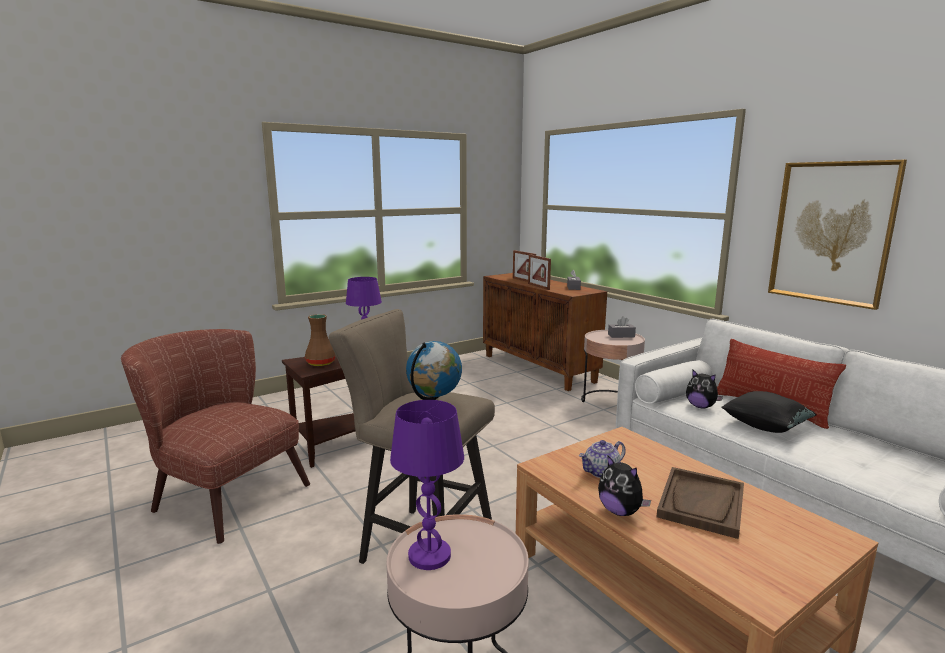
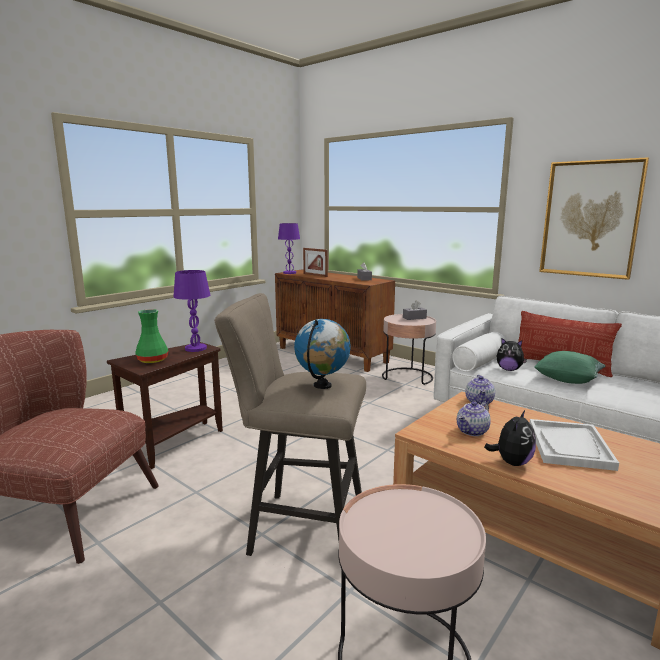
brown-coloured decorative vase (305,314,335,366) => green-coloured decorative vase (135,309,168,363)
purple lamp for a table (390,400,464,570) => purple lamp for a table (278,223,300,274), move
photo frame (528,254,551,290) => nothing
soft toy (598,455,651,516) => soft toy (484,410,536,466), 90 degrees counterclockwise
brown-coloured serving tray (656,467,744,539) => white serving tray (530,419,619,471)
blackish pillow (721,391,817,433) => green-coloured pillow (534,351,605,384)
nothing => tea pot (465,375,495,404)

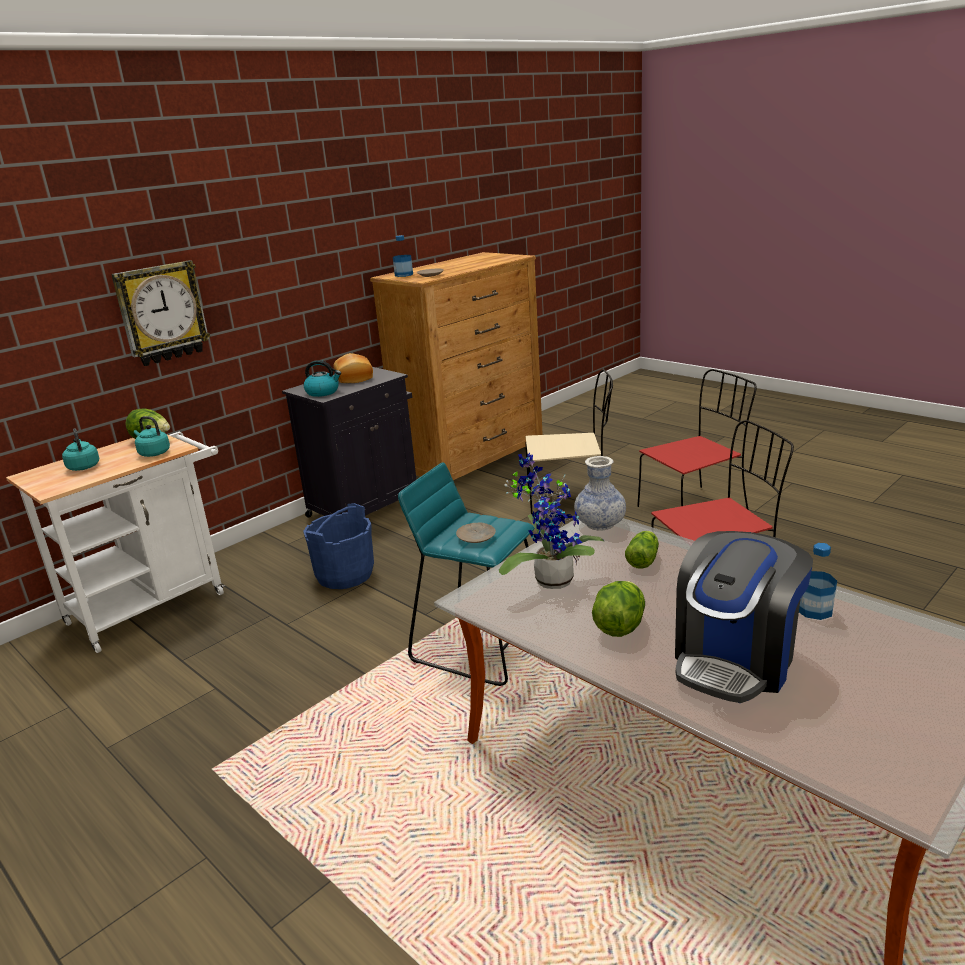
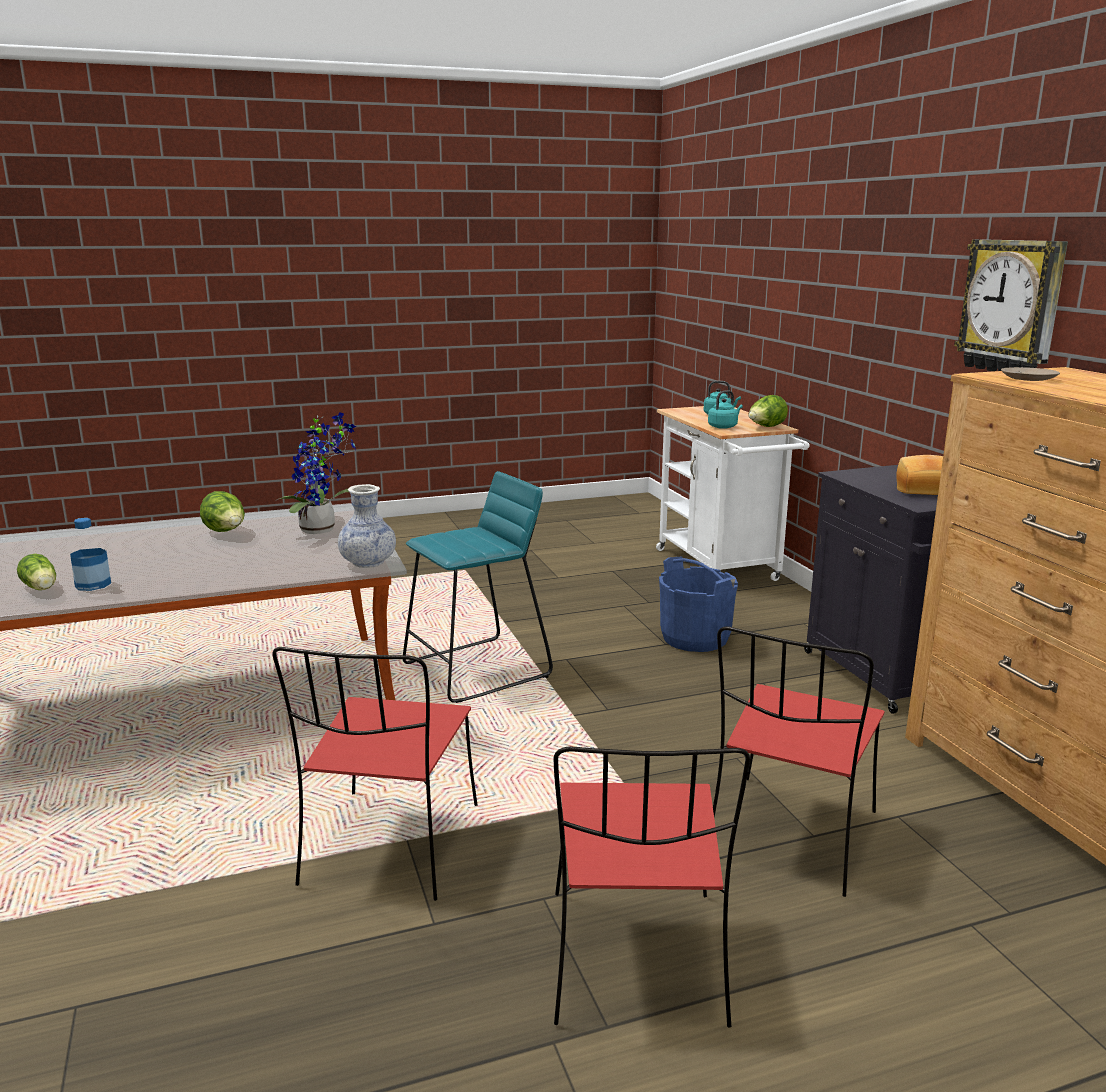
wall clock (111,260,210,366) => wall clock (954,239,1068,371), move
tea kettle (304,360,341,397) => nothing
bottle (393,235,413,277) => nothing
sand-coloured plate (456,523,496,543) => nothing
sand-coloured chair (525,370,613,514) => reddish chair (713,626,884,897)
lettuce head (625,531,659,569) => lettuce head (17,554,56,590), move
coffee maker (675,531,813,703) => nothing

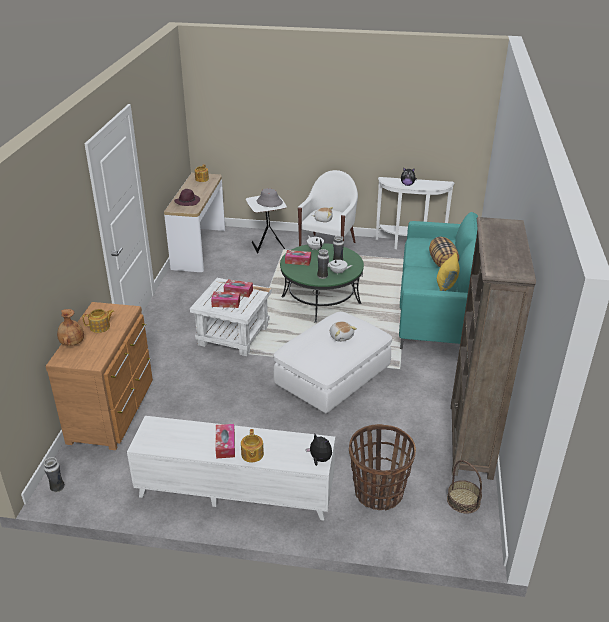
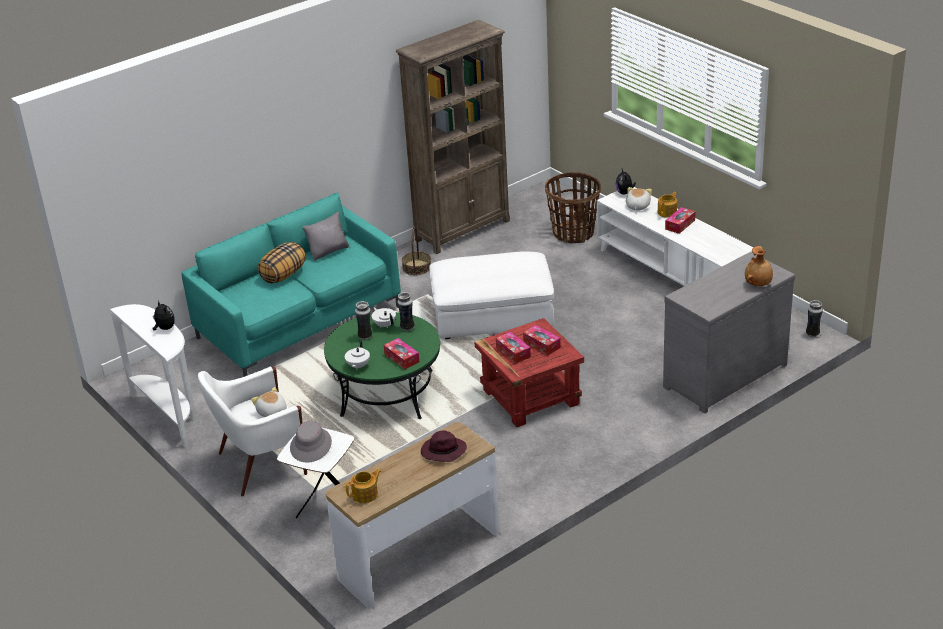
brown-coloured drawer chest (45,302,153,450) => gray drawer chest (663,252,795,414)
tea pot (83,309,114,333) => nothing
white side table (190,278,272,356) => reddish side table (474,318,584,427)
soft toy (330,321,357,342) => soft toy (626,187,652,210), move
yellow-coloured pillow (437,252,460,291) => gray pillow (303,211,349,261)
storage basket (447,460,482,514) => storage basket (402,226,431,275), move

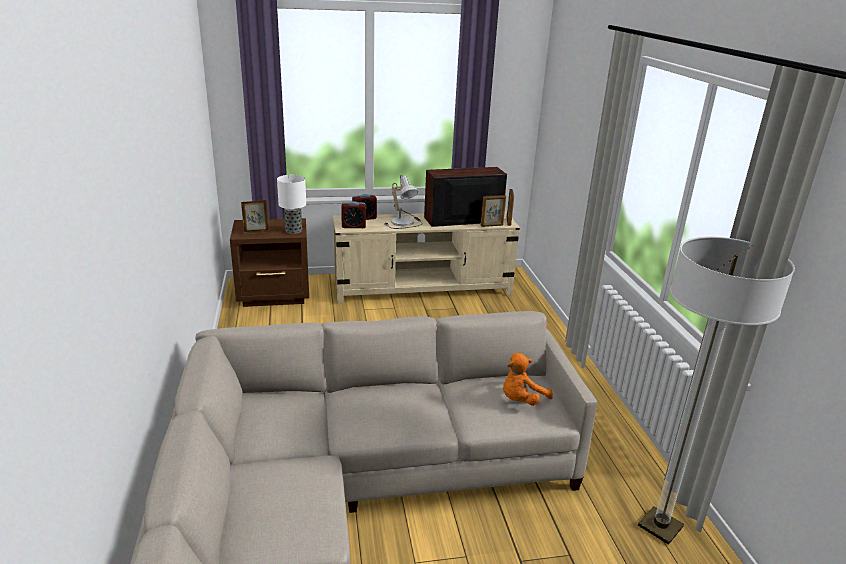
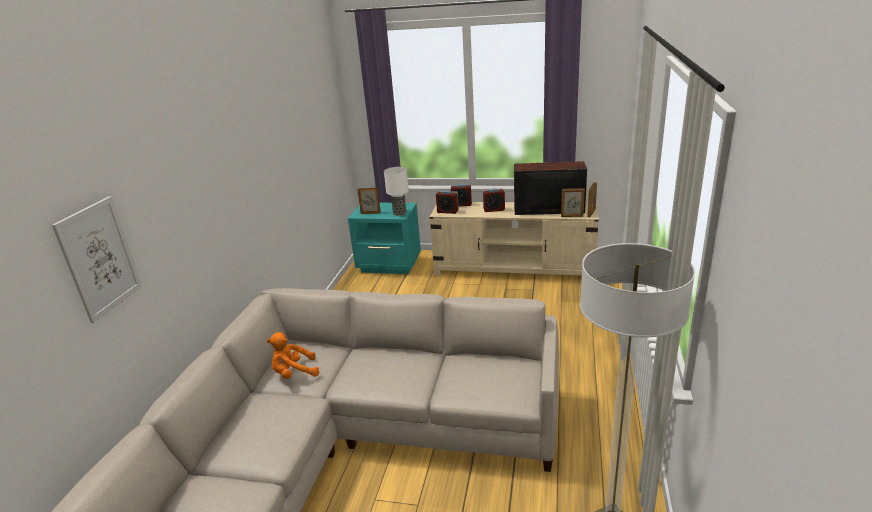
brown-coloured night table (230,218,309,307) => turquoise-coloured night table (348,203,421,274)
lamp for a table (384,175,423,229) => bedside clock (483,188,505,212)
orange soft toy (503,353,553,406) => orange soft toy (266,332,319,379), move
nothing => picture (52,196,142,323)

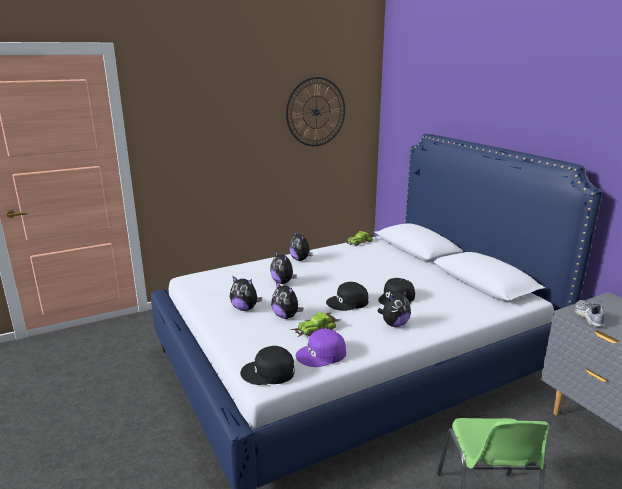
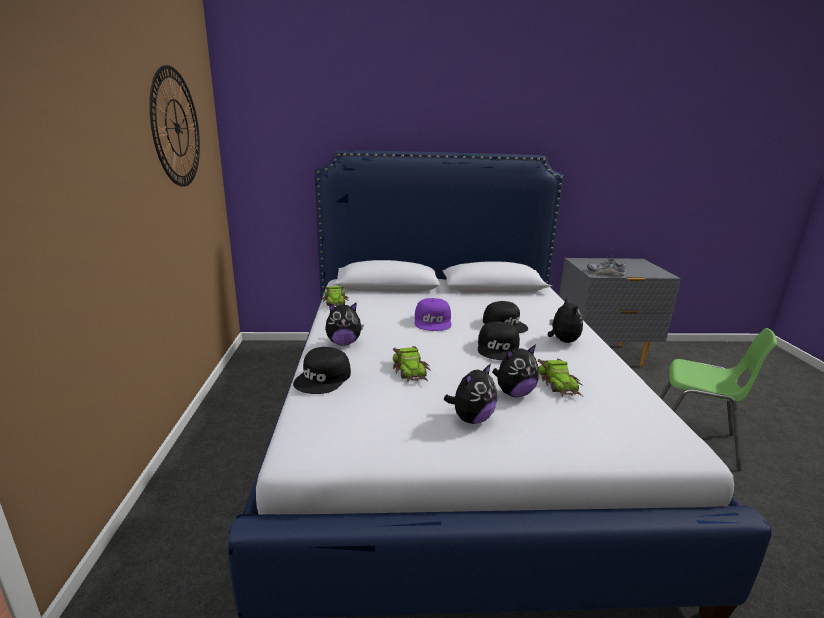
blackish baseball cap (240,346,294,385) => blackish baseball cap (293,347,351,394), move
soft toy (270,251,297,284) => model car (393,346,431,382)
purple baseball cap (296,329,346,367) => purple baseball cap (415,298,451,331), move

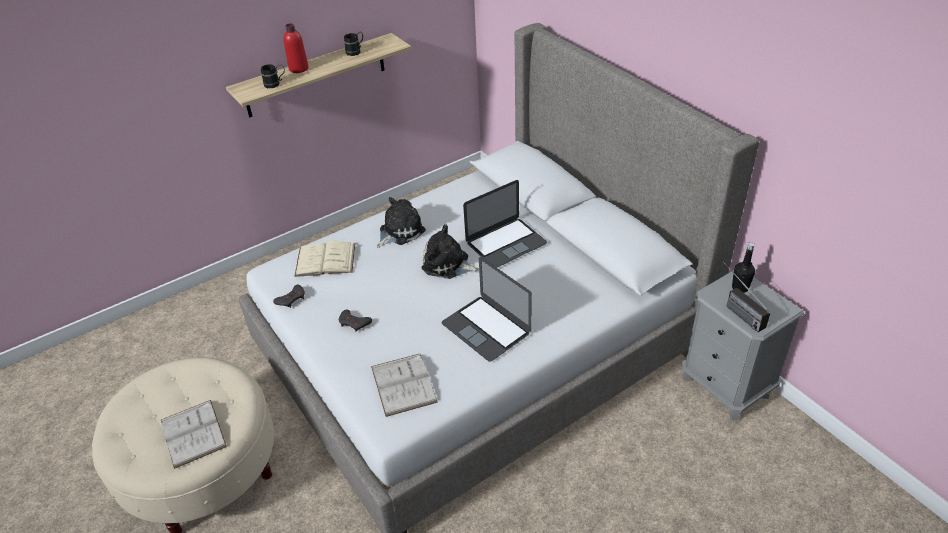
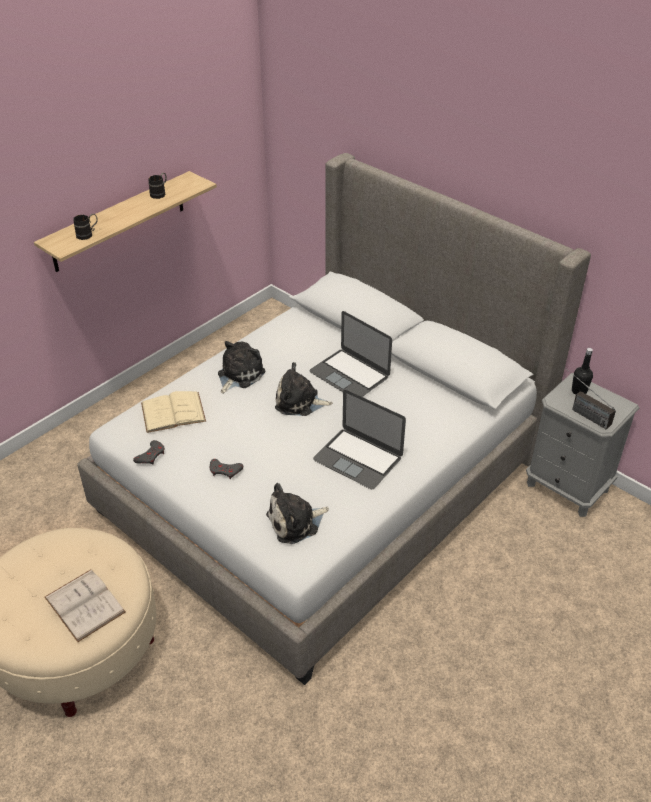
reddish bottle (283,23,309,73) => nothing
white volume (371,354,438,417) => soft toy (266,483,329,544)
notebook computer (463,180,547,268) => notebook computer (309,311,392,397), 90 degrees clockwise

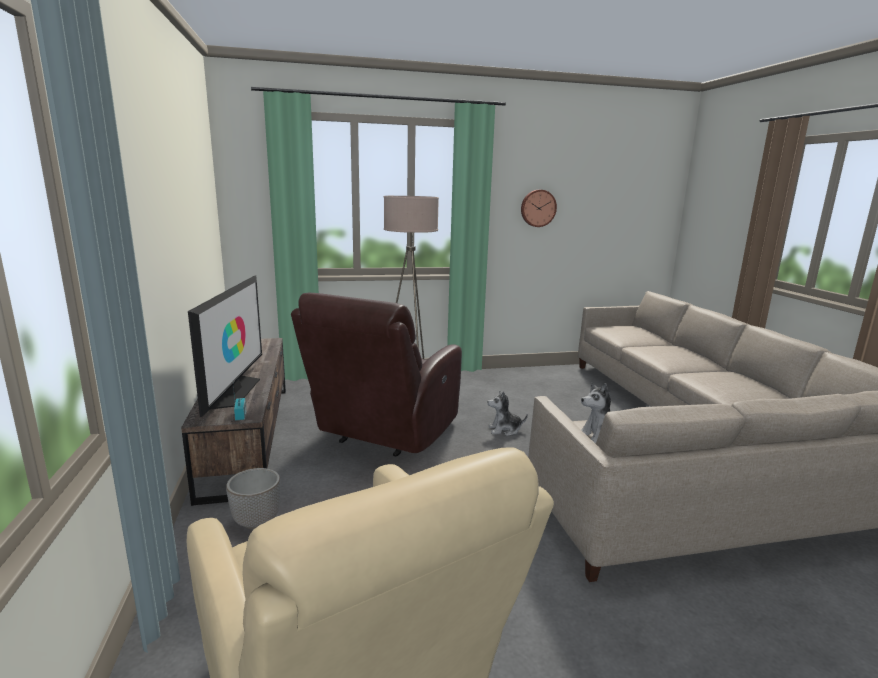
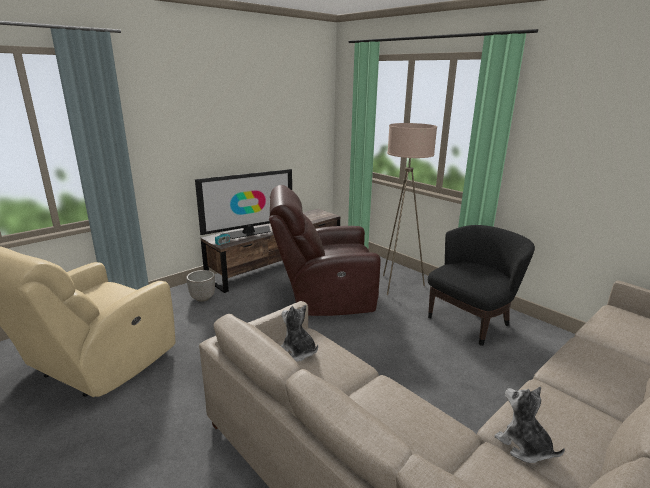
soft toy (488,391,528,436) => soft toy (495,387,565,463), move
wall clock (521,190,557,227) => nothing
nothing => blackish armchair (428,225,535,346)

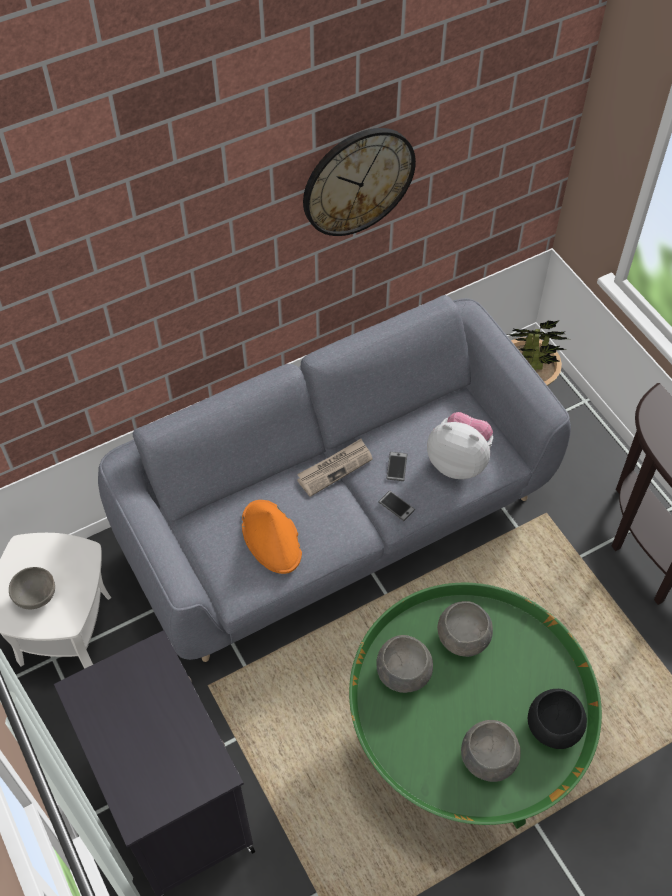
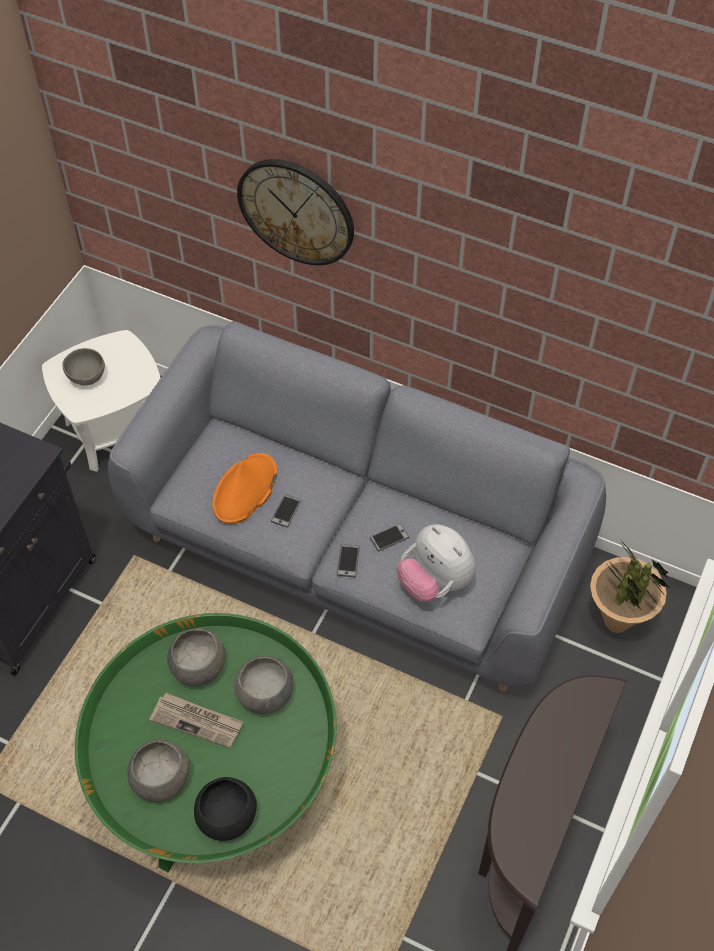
daily paper (297,439,373,497) => daily paper (149,693,243,748), move
wall clock (303,128,416,236) => wall clock (237,159,354,265), move
soft toy (427,412,493,479) => soft toy (397,524,476,602), 150 degrees clockwise
nothing => handset (271,494,301,528)

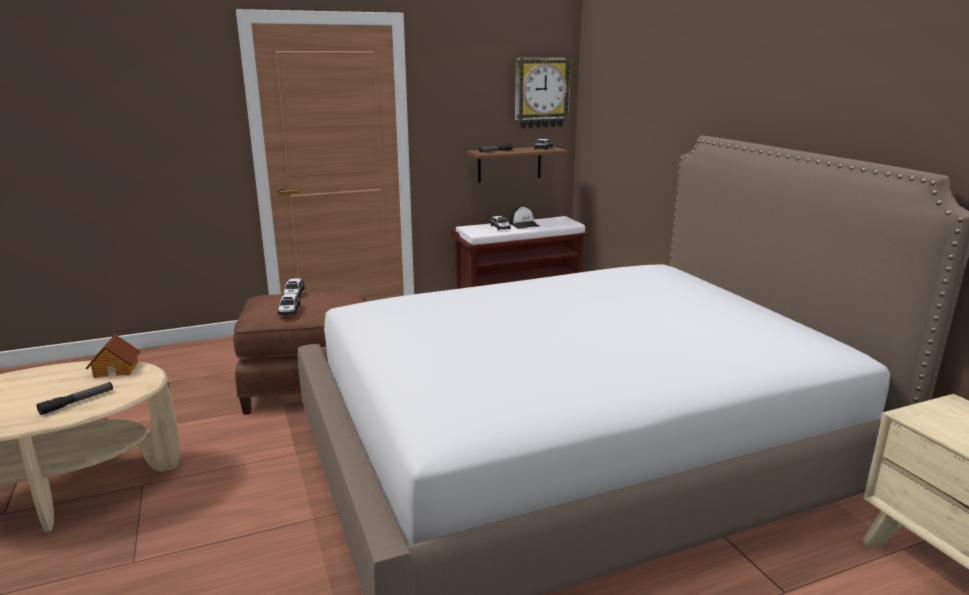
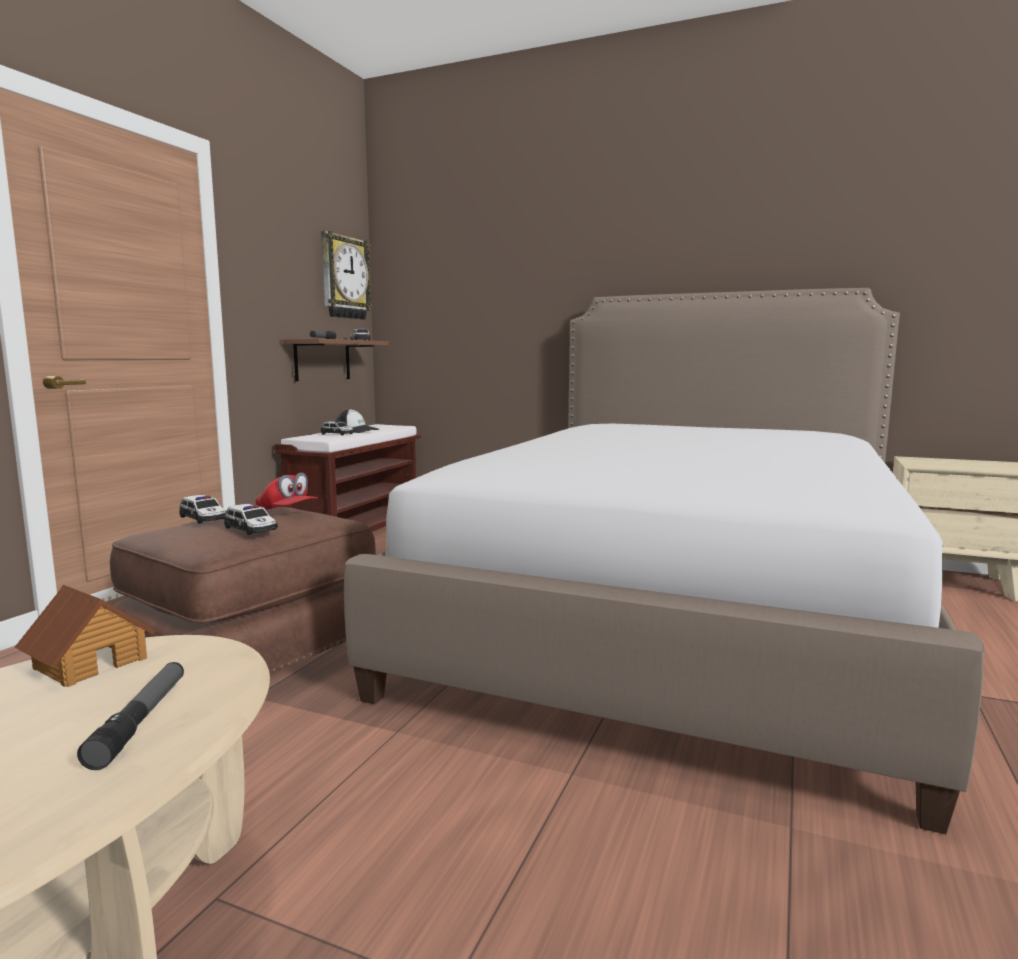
nothing => reddish baseball cap (255,472,318,510)

